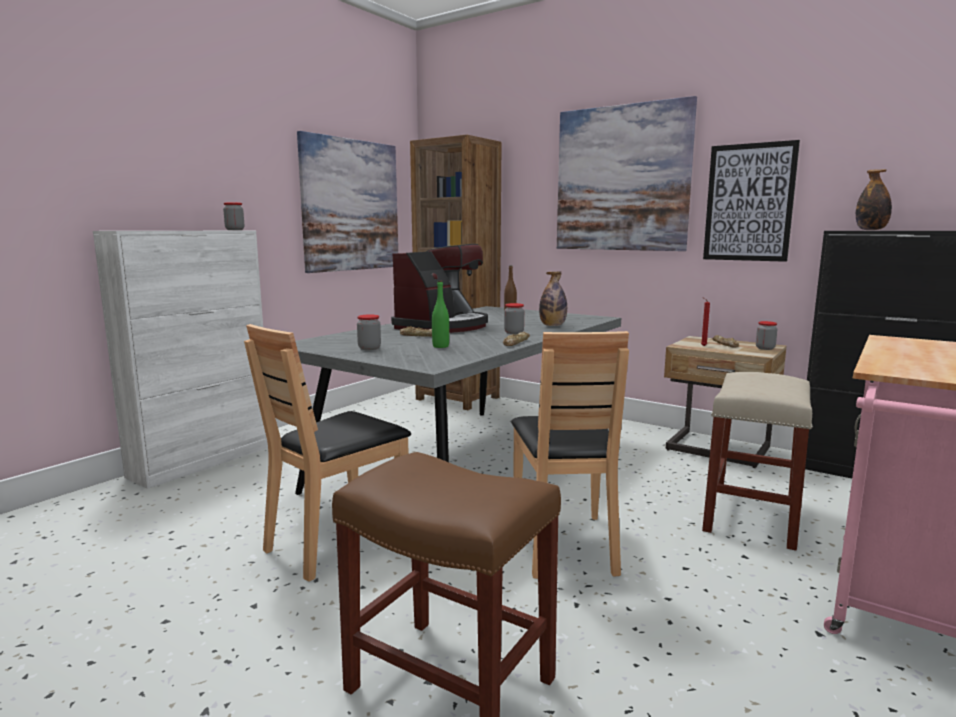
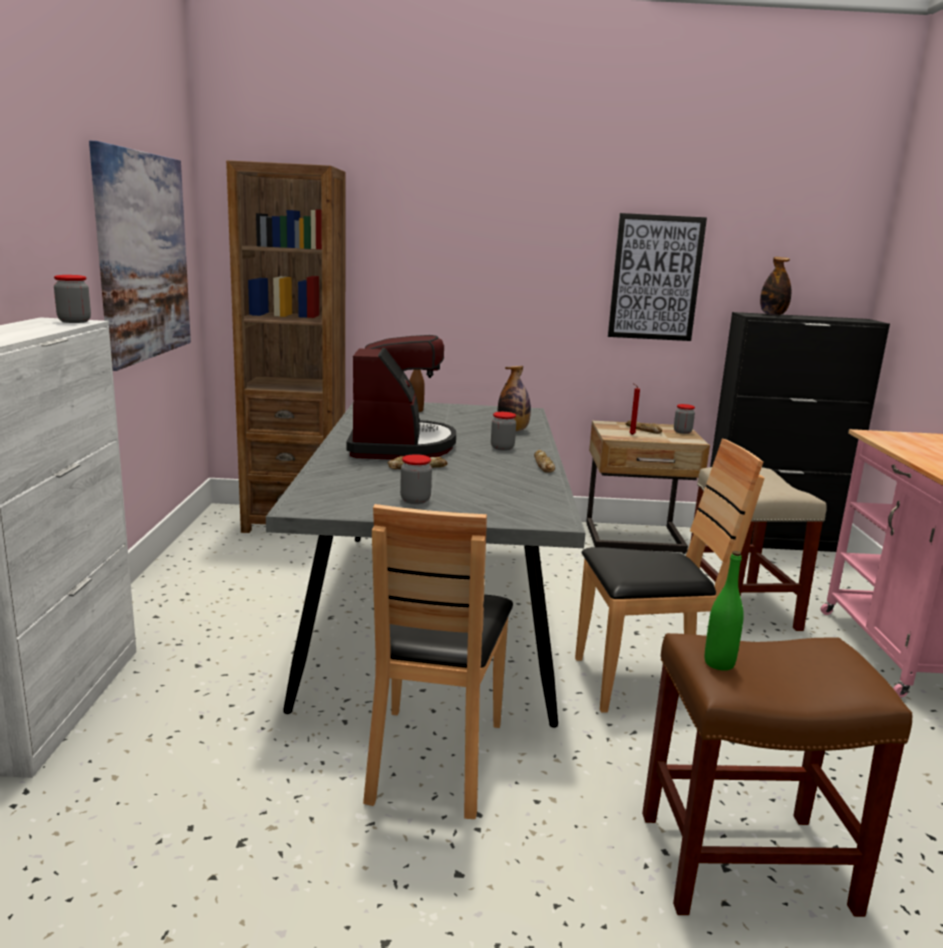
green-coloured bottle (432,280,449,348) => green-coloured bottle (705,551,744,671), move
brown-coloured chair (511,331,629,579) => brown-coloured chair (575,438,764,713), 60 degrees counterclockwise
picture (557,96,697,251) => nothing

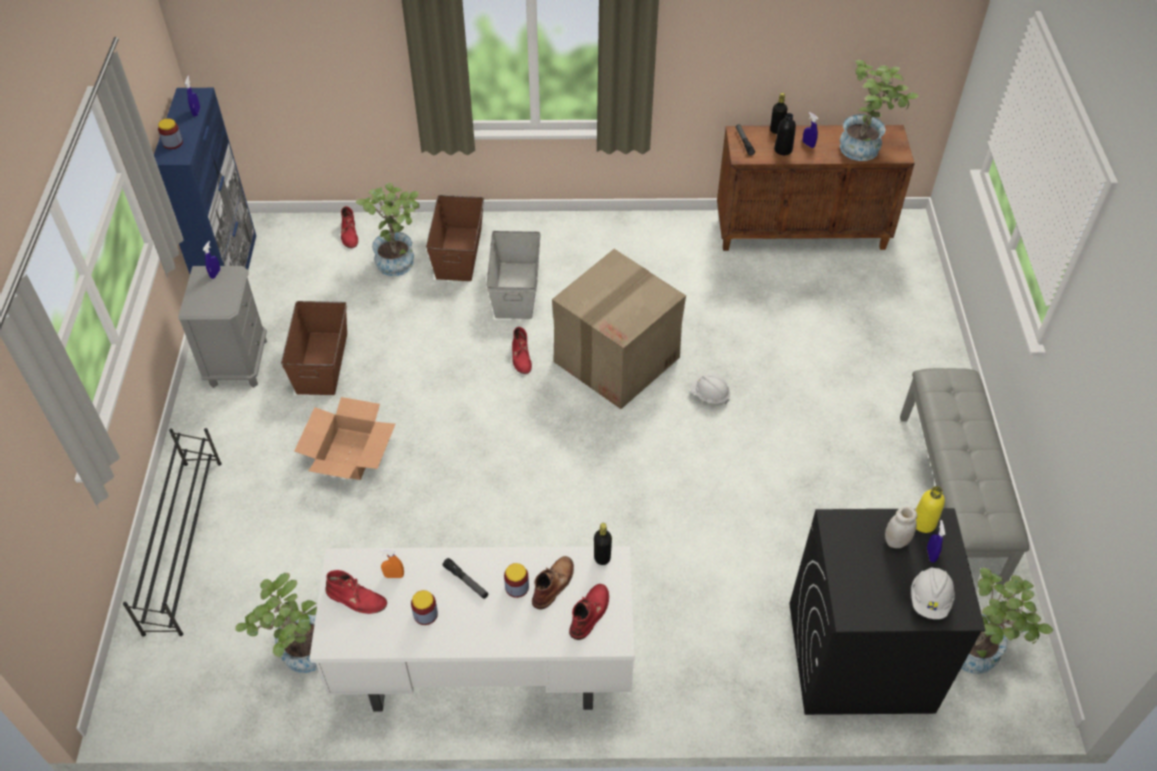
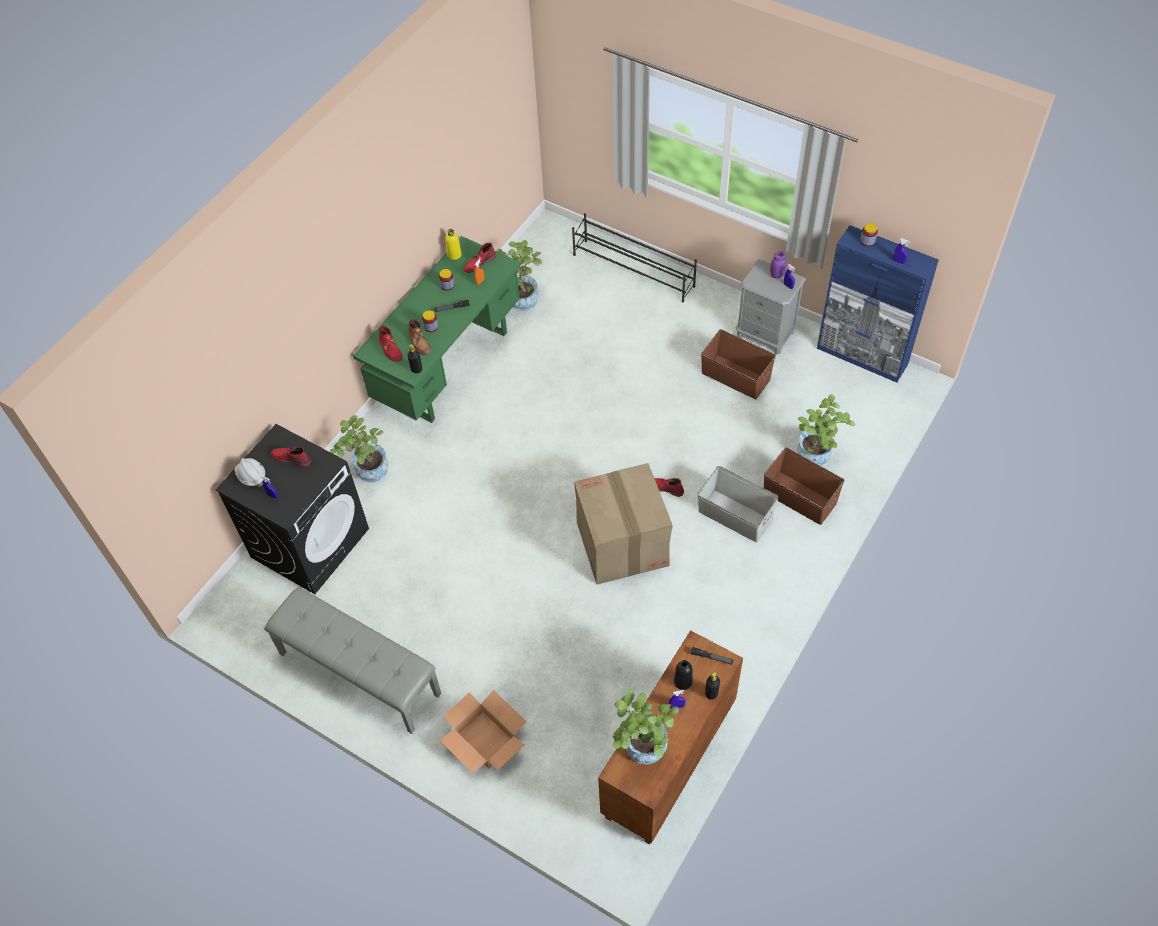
packing box (294,397,395,480) => packing box (440,690,527,773), move
white desk (309,546,635,711) => green-coloured desk (353,236,521,423)
reddish tall boot (341,206,358,248) => reddish tall boot (271,447,311,467), move
white safety helmet (691,374,730,404) => nothing
white preserve jar (885,507,917,548) => nothing
yellow-coloured bottle (916,486,945,533) => yellow-coloured bottle (445,229,462,260), move
plant in a pot (961,568,1053,674) => plant in a pot (330,415,388,482), move
nothing => purple preserve jar (770,251,787,278)

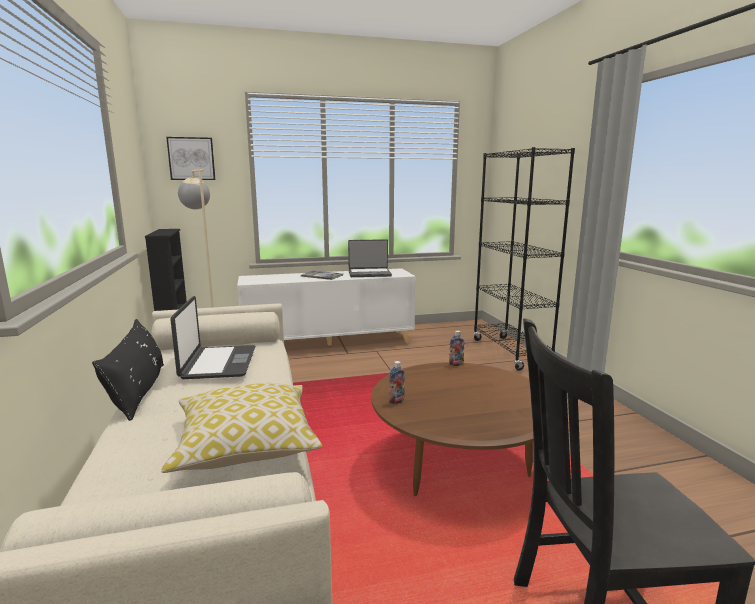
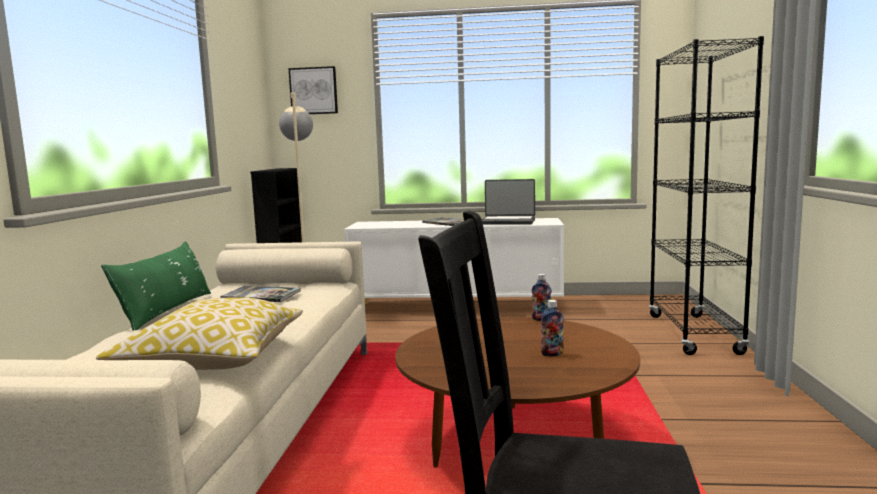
blackish pillow (92,319,164,421) => green-coloured pillow (101,241,211,330)
notebook computer (170,296,256,379) => volume (221,286,301,302)
bottle (389,361,405,404) => bottle (541,300,564,356), move

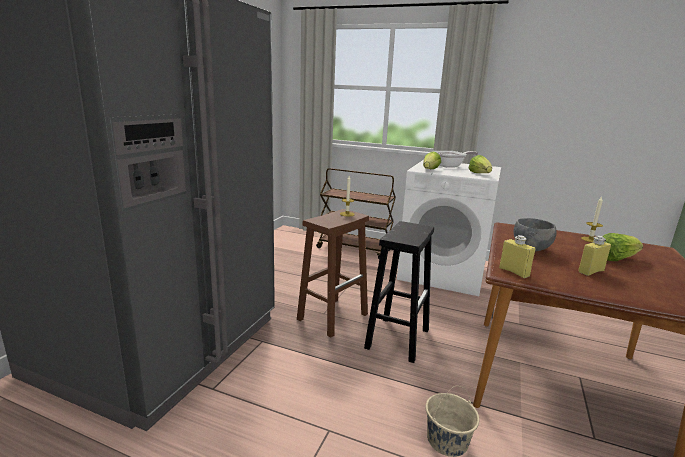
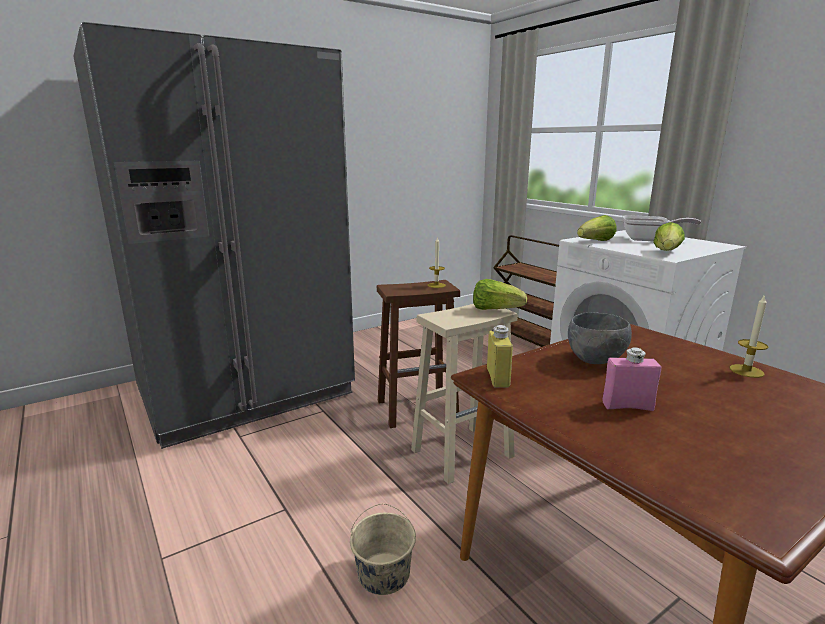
blackish stool (364,221,434,363) => sand-coloured stool (411,304,517,484)
yellow-coloured bottle (578,236,611,276) => pink-coloured bottle (602,347,661,411)
lettuce head (603,233,643,261) => lettuce head (473,279,527,310), move

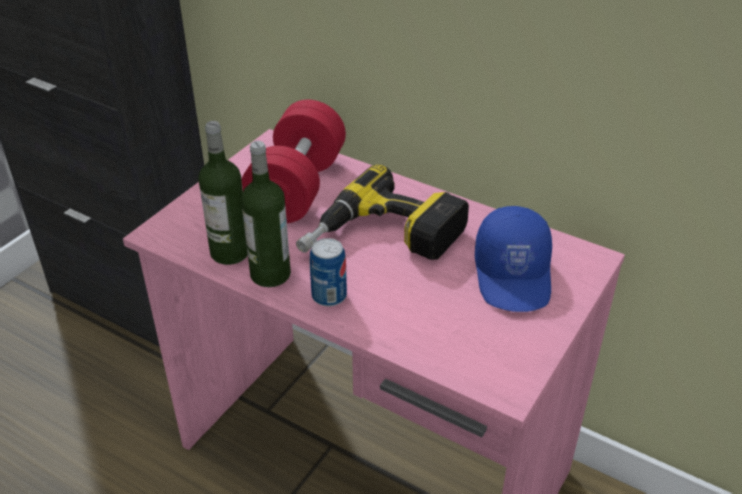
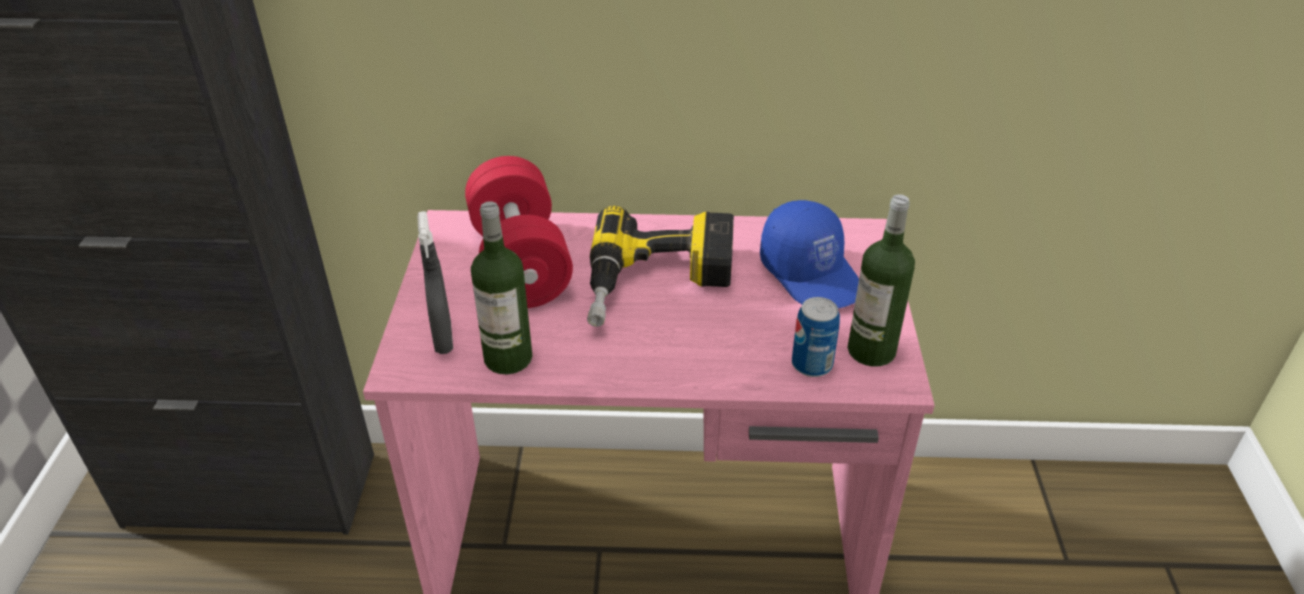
bottle (241,141,291,287) => bottle (848,194,915,367), move
sealed can (309,238,347,307) => sealed can (792,297,840,377), move
nothing => gray spray bottle (418,211,453,354)

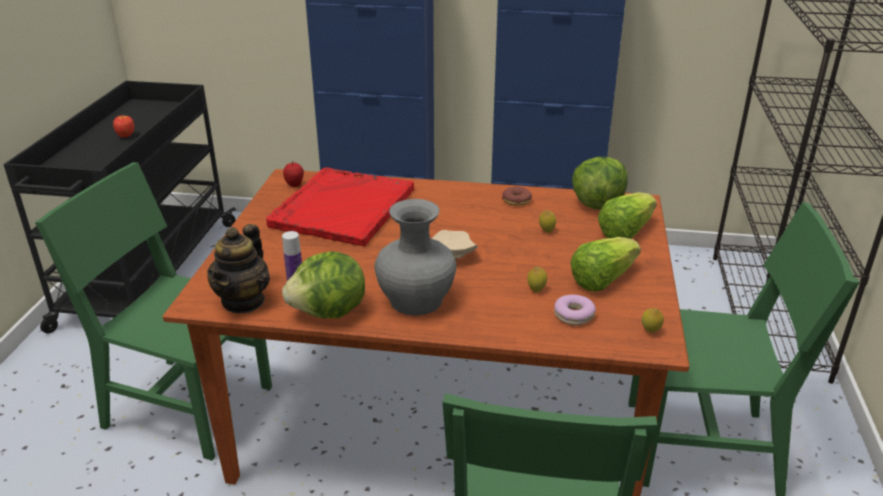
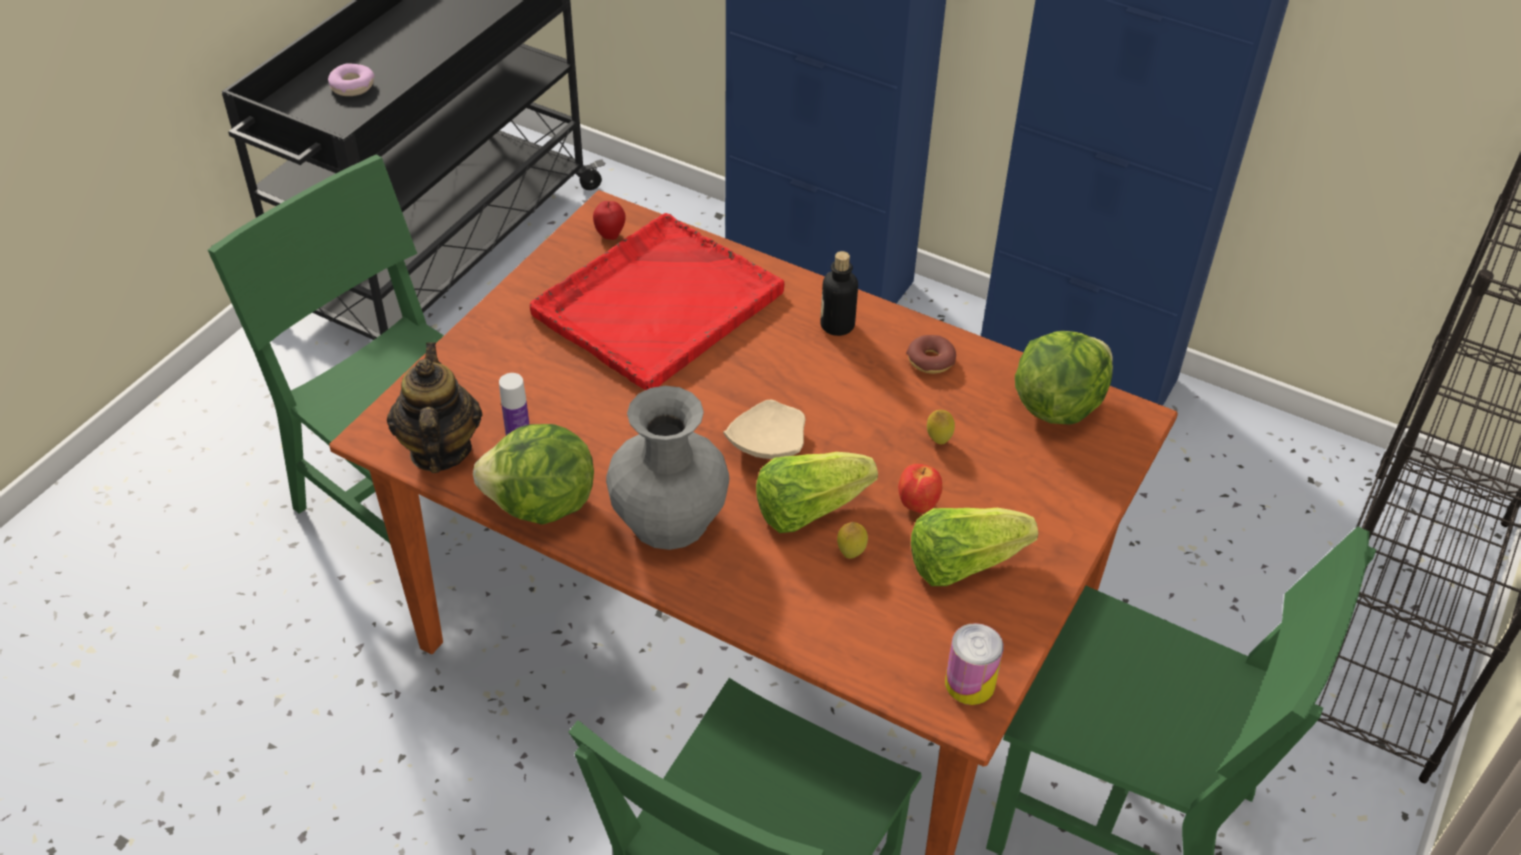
apple fruit (113,116,134,138) => apple fruit (898,464,942,513), move
tea pot (207,224,270,314) => tea pot (387,342,482,473), 135 degrees clockwise
ring doughnut (554,295,596,325) => ring doughnut (328,63,375,96), move
lettuce head (598,192,657,239) => lettuce head (756,452,878,533), move
whole lemon (642,308,664,333) => sealed can (945,623,1004,705)
nothing => bottle (820,251,858,336)

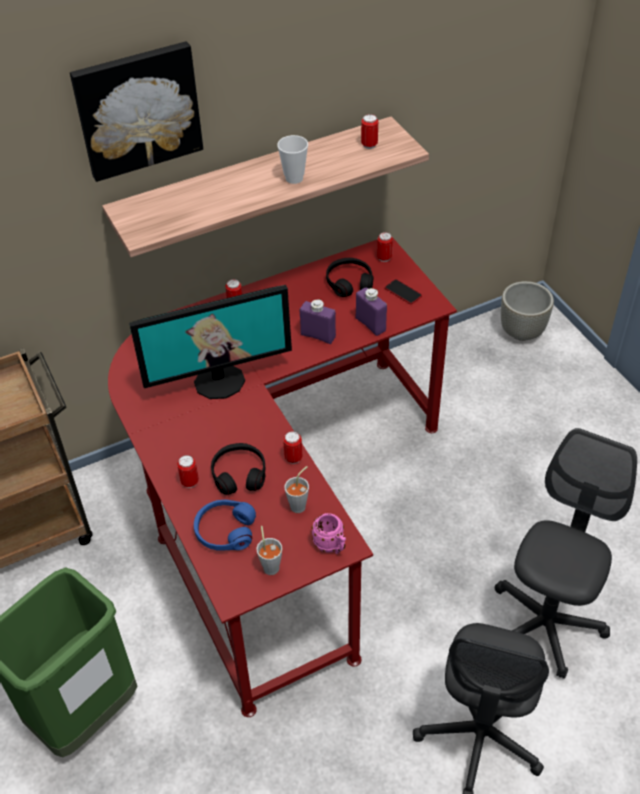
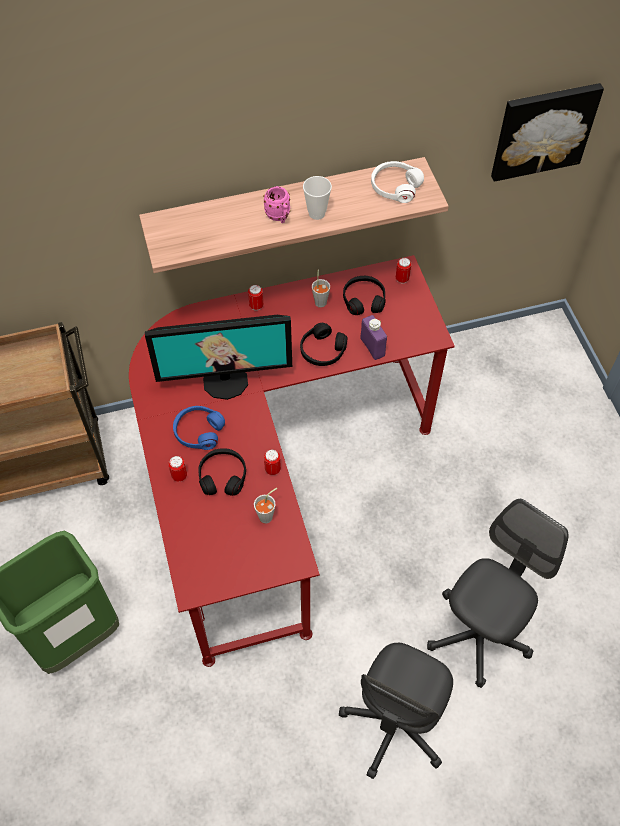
picture (70,41,203,182) => picture (491,83,604,182), move
bluish headphones (194,500,256,551) => bluish headphones (173,406,225,450), move
gray cup (256,526,282,575) => gray cup (312,270,330,308), move
purple bottle (300,299,336,344) => blackish headphones (300,323,347,366)
pink-coloured tea mug (312,513,346,554) => pink-coloured tea mug (263,186,290,223), move
sealed can (361,114,378,149) => white headphones (371,161,424,203)
handset (385,279,422,304) => nothing
gray flower pot (501,281,554,341) => nothing

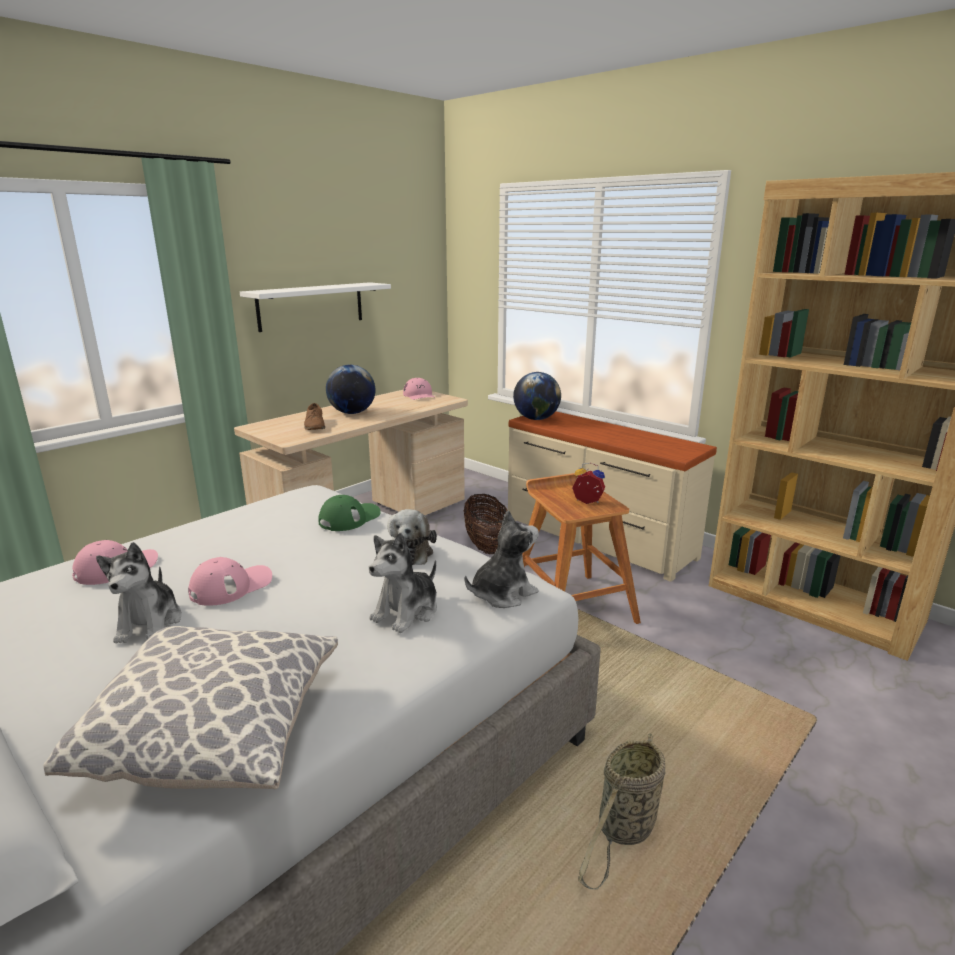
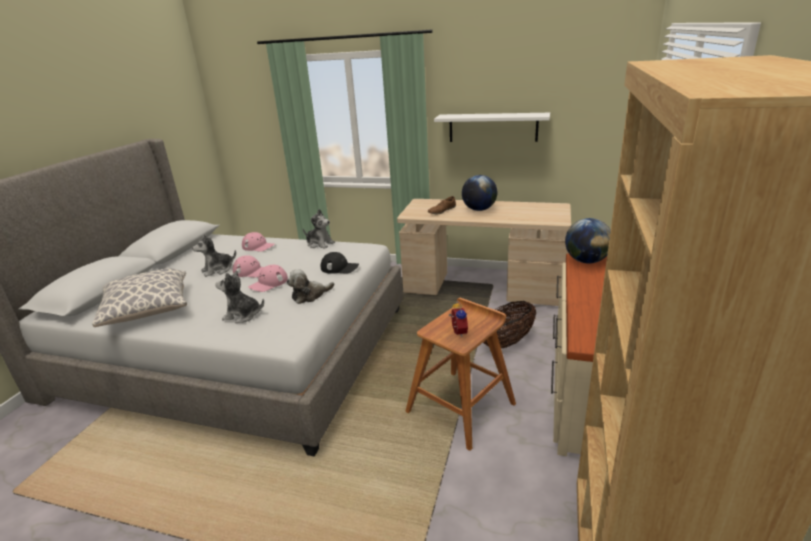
green-coloured baseball cap (318,495,381,531) => blackish baseball cap (321,252,359,274)
pink-coloured baseball cap (403,378,435,400) => pink-coloured baseball cap (248,265,288,292), move
soft toy (465,510,539,608) => soft toy (303,209,335,249), move
storage basket (578,733,666,890) => nothing

